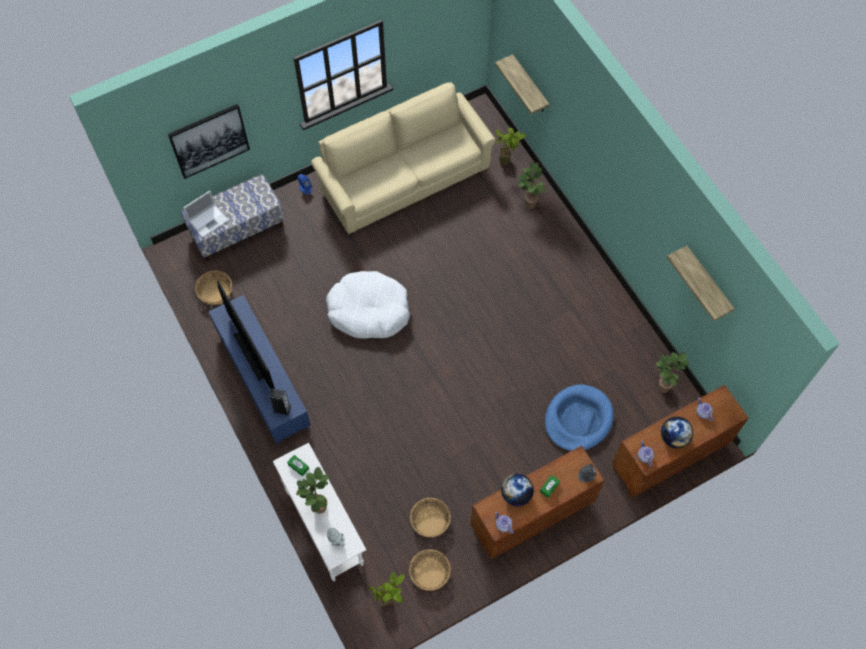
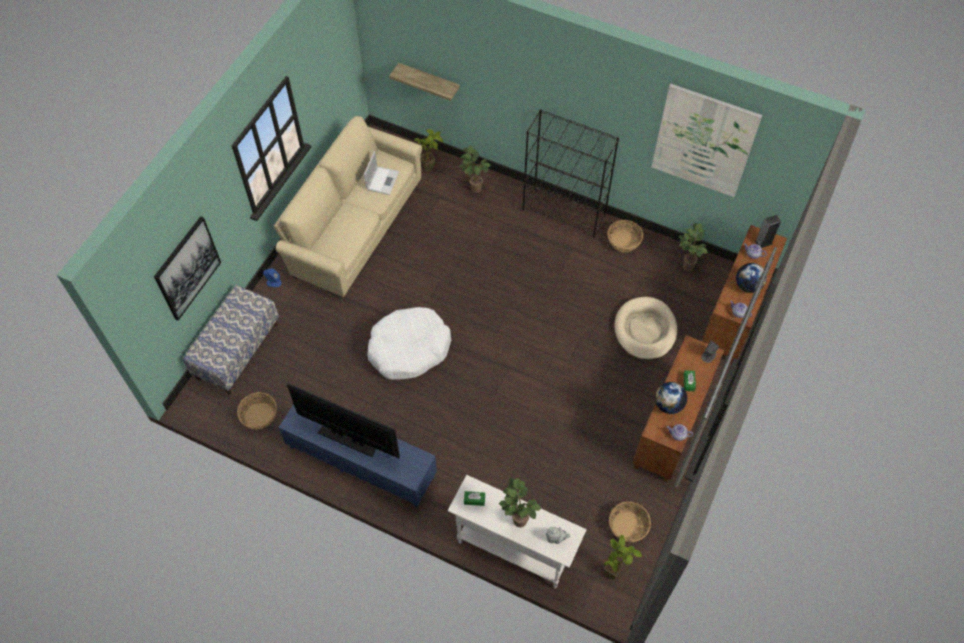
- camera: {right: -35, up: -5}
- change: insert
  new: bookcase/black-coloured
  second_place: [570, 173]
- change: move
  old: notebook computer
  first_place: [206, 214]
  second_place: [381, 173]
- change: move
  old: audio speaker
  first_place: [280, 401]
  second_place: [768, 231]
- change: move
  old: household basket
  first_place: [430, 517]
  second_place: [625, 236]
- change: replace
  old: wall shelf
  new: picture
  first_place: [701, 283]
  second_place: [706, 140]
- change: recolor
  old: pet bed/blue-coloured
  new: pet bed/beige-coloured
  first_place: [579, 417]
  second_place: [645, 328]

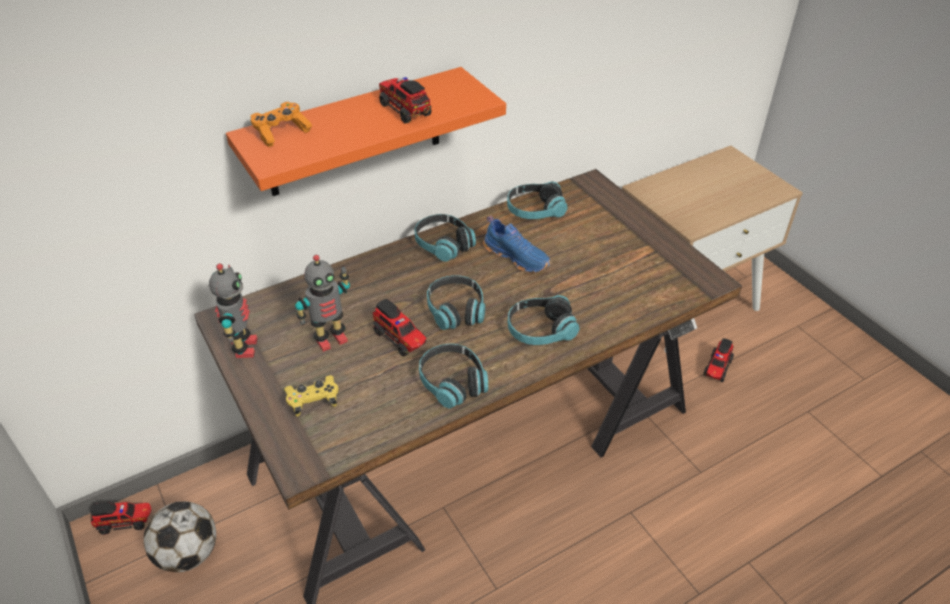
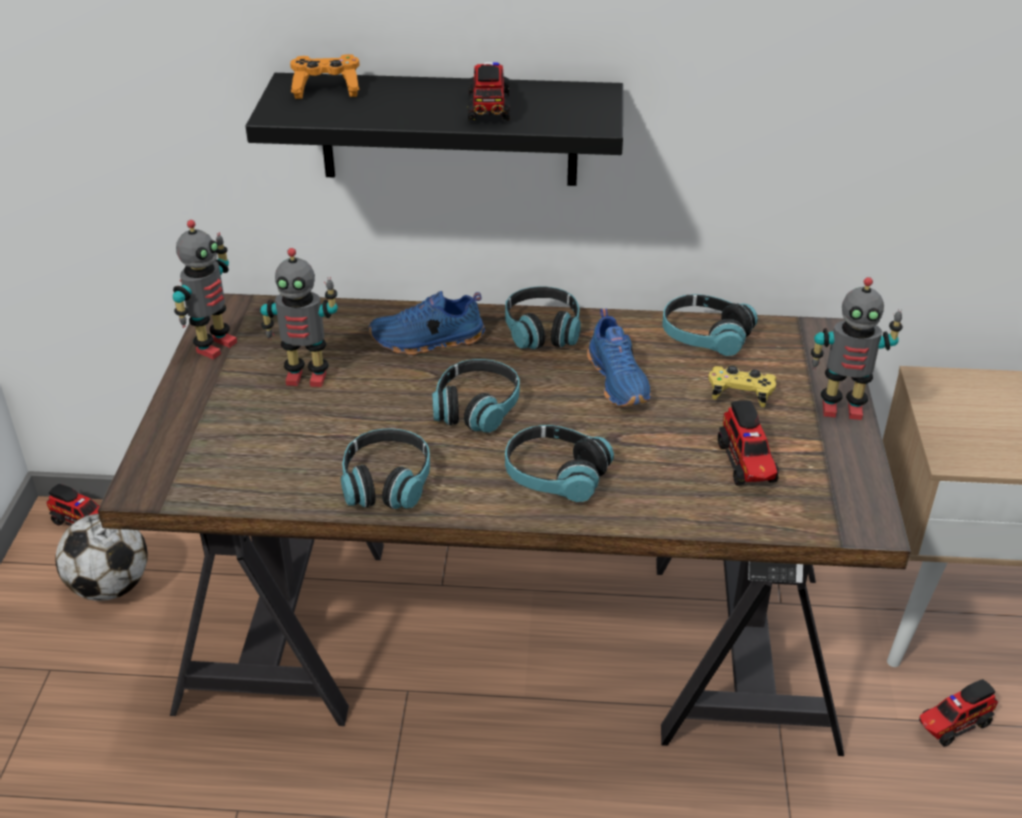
- camera: {right: 35, up: -5}
- change: insert
  new: shoe/blue-coloured
  second_place: [426, 323]
- change: insert
  new: toy robot
  second_place: [857, 348]
- change: move
  old: joypad/yellowish
  first_place: [311, 396]
  second_place: [742, 386]
- change: move
  old: toy lorry
  first_place: [399, 328]
  second_place: [748, 443]
- change: recolor
  old: wall shelf/orangey
  new: wall shelf/black-coloured
  first_place: [366, 131]
  second_place: [434, 129]

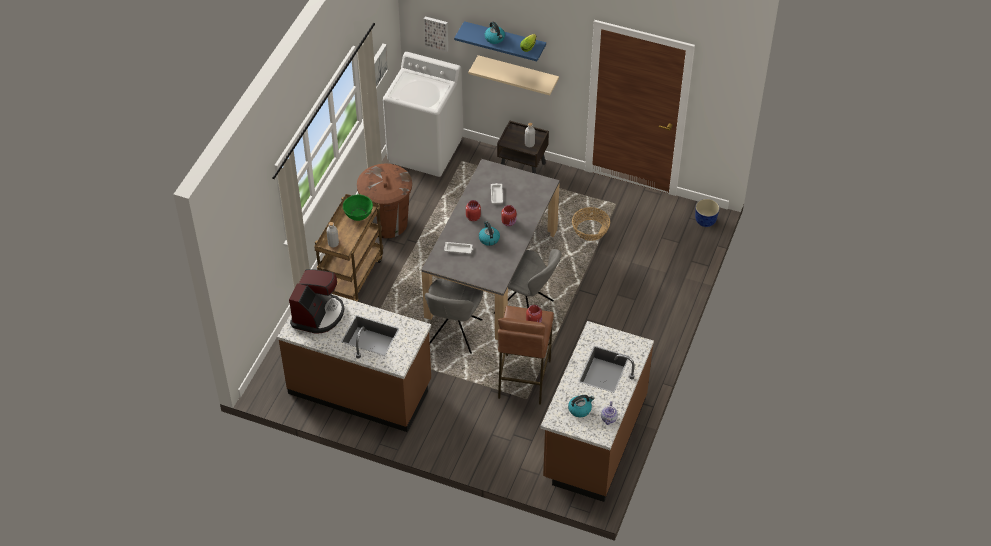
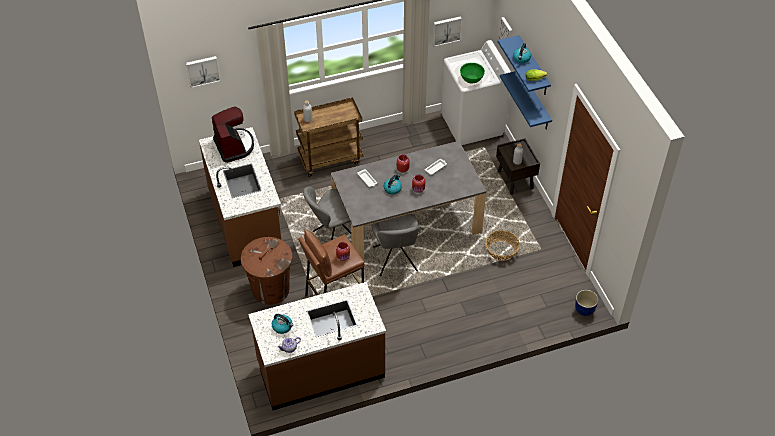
- camera: {right: 50, up: 0}
- change: insert
  new: picture
  second_place: [203, 72]
- change: move
  old: serving bowl/green
  first_place: [358, 208]
  second_place: [472, 73]
- change: move
  old: waste bin/brown
  first_place: [384, 201]
  second_place: [266, 271]
- change: recolor
  old: wall shelf/beige-coloured
  new: wall shelf/blue-coloured
  first_place: [513, 75]
  second_place: [526, 100]
- change: rotate
  old: coffee machine
  first_place: [316, 301]
  second_place: [233, 134]
  degrees: -90

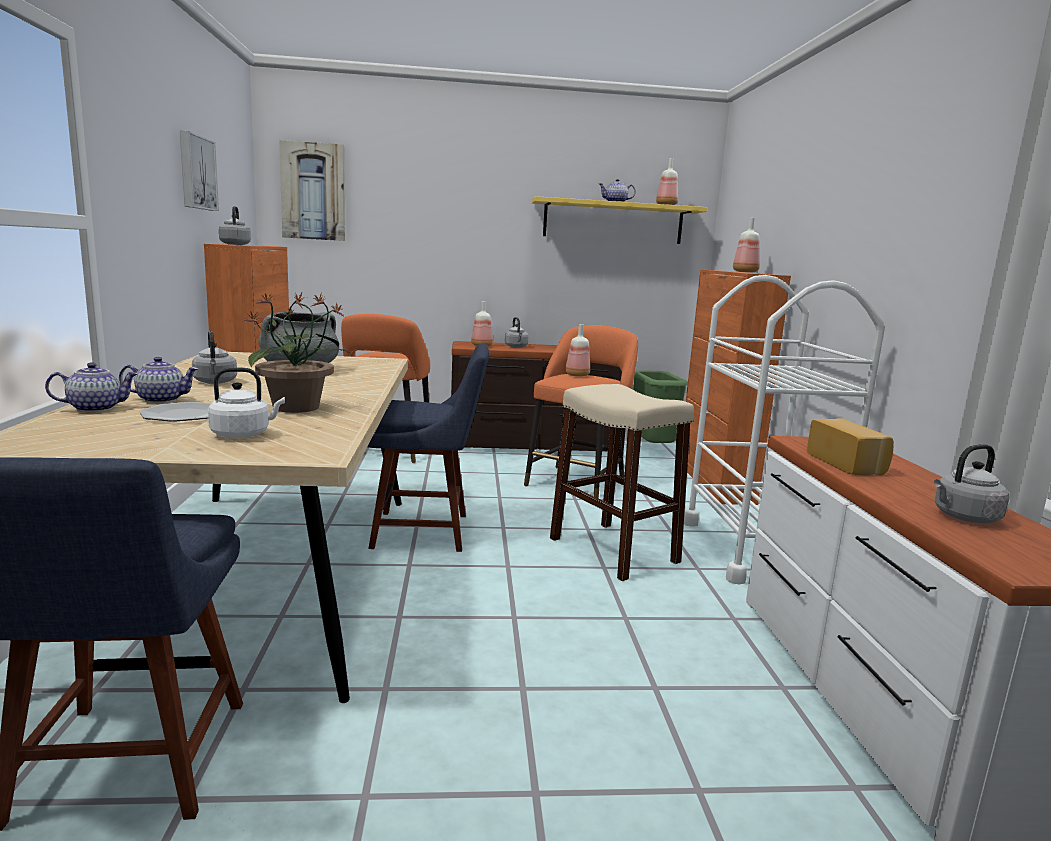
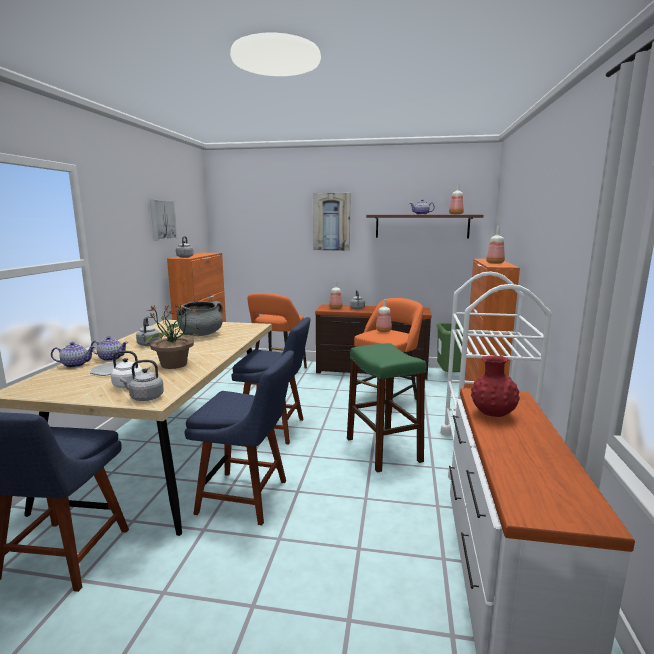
- camera: {right: 15, up: 0}
- change: insert
  new: upright chair/blue-coloured
  second_place: [239, 437]
- change: move
  old: picture
  first_place: [312, 190]
  second_place: [331, 222]
- change: move
  old: water kettle/grey
  first_place: [972, 483]
  second_place: [142, 380]
- change: replace
  old: baked bread
  new: decorative vase/red-coloured
  first_place: [850, 446]
  second_place: [495, 386]
- change: recolor
  old: wall shelf/yellowish
  new: wall shelf/brown
  first_place: [619, 220]
  second_place: [424, 226]
- change: recolor
  old: stool/beige-coloured
  new: stool/green
  first_place: [622, 482]
  second_place: [386, 408]

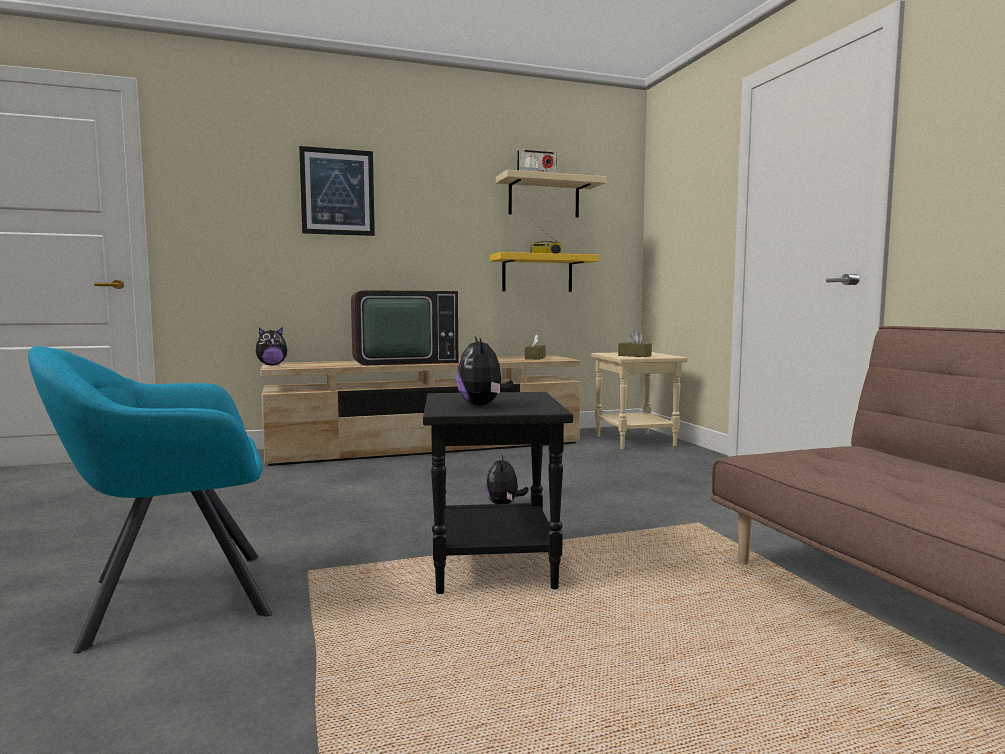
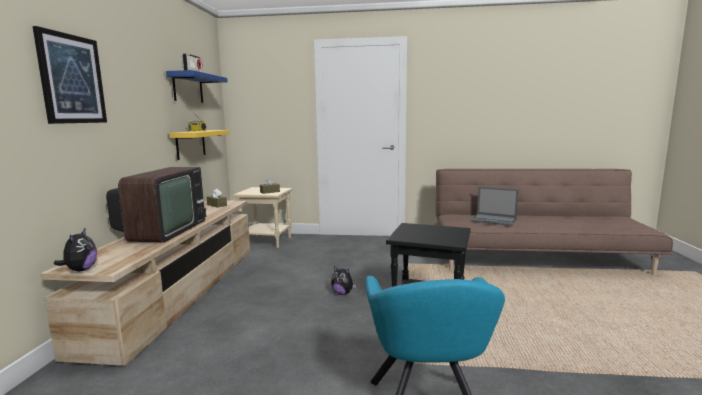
- camera: {right: -65, up: 5}
- change: delete
  old: cuddly toy
  first_place: [484, 371]
- change: insert
  new: notebook computer
  second_place: [495, 206]
- change: recolor
  old: wall shelf/beige-coloured
  new: wall shelf/blue-coloured
  first_place: [551, 193]
  second_place: [197, 86]

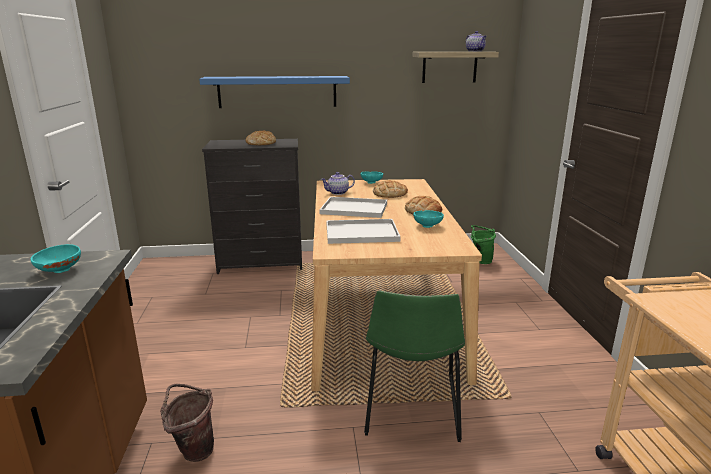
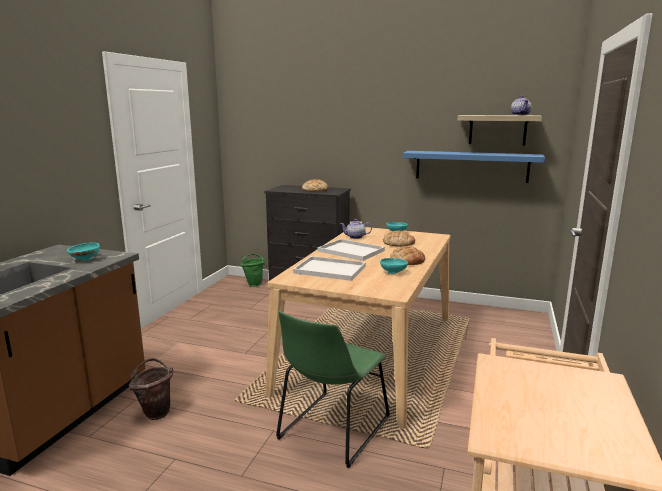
- camera: {right: 25, up: -5}
- change: move
  old: wall shelf/blue-coloured
  first_place: [274, 92]
  second_place: [474, 167]
- change: move
  old: pail/green
  first_place: [483, 244]
  second_place: [252, 270]

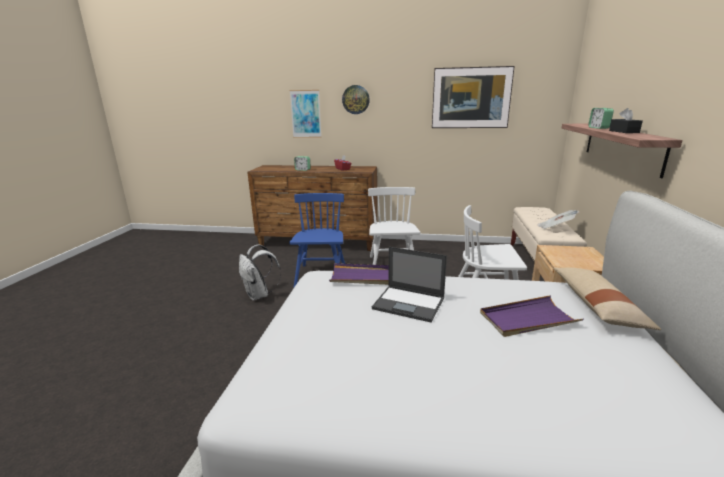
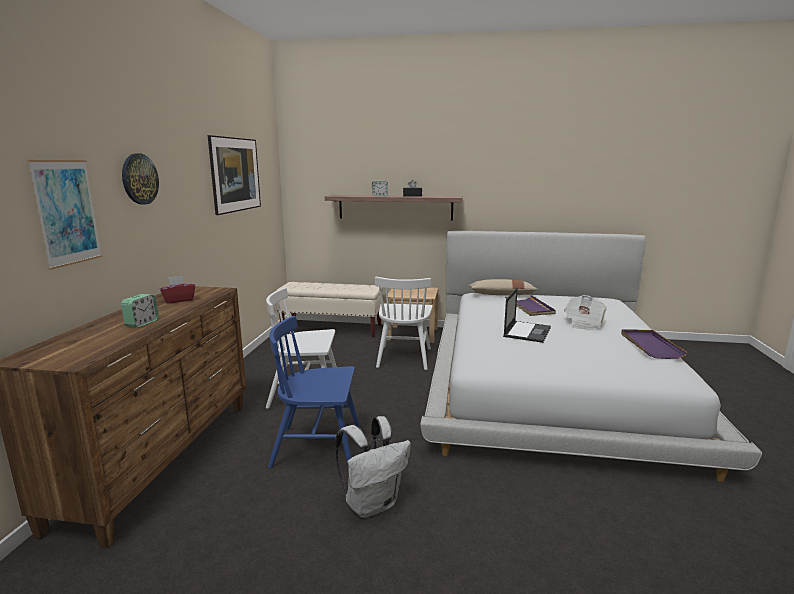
- camera: {right: -90, up: -5}
- change: move
  old: tray/purple-coloured
  first_place: [359, 274]
  second_place: [654, 344]
- change: move
  old: printed paper
  first_place: [558, 219]
  second_place: [585, 312]

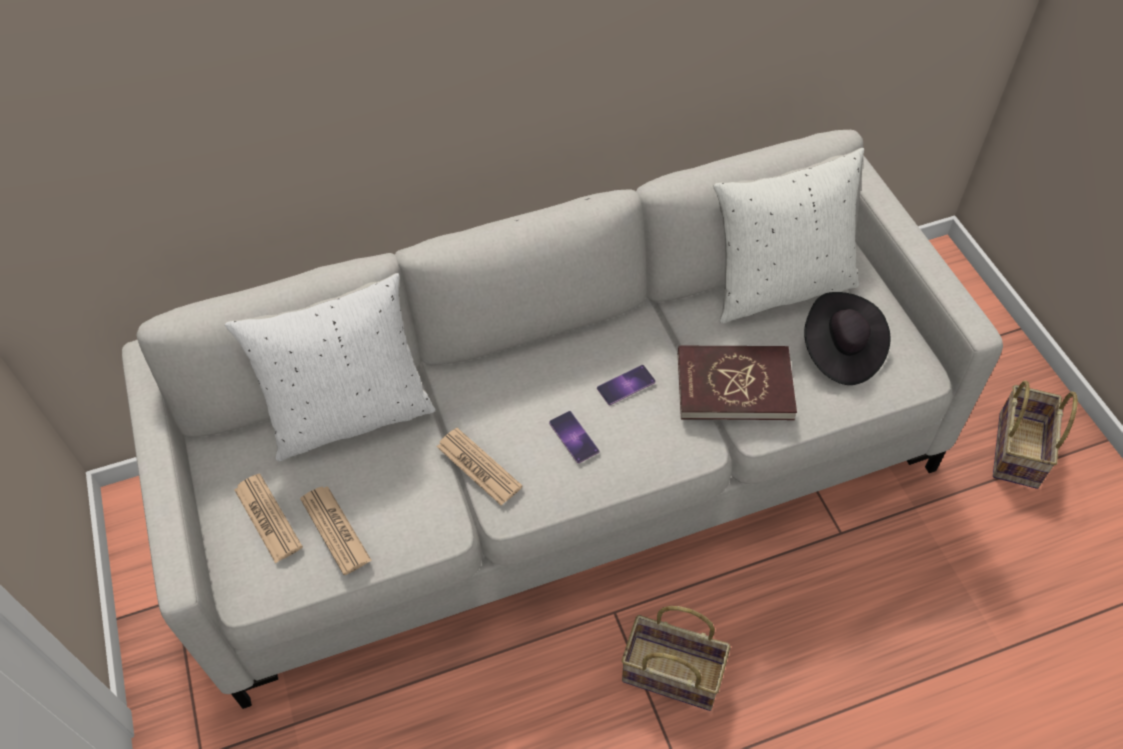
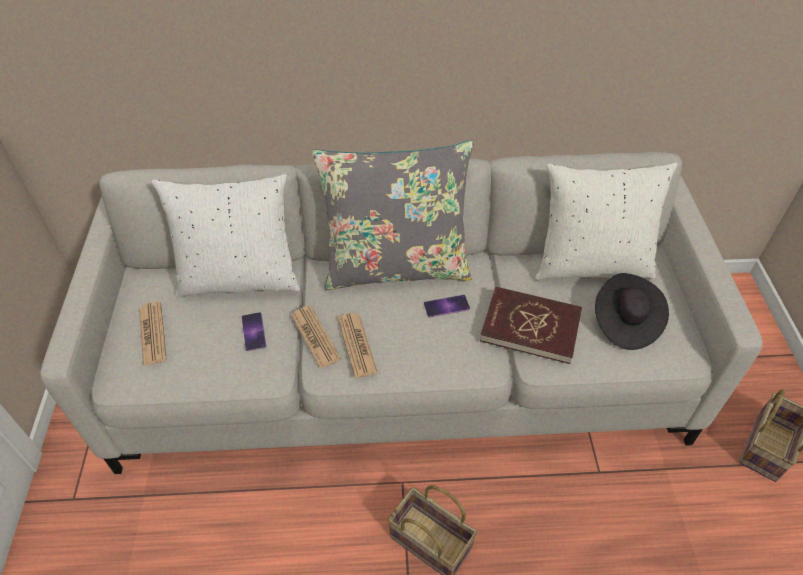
- camera: {right: 15, up: -5}
- change: insert
  new: pillow/grey
  second_place: [393, 215]
- change: move
  old: printed paper
  first_place: [336, 530]
  second_place: [358, 345]
- change: move
  old: handset
  first_place: [574, 437]
  second_place: [253, 331]

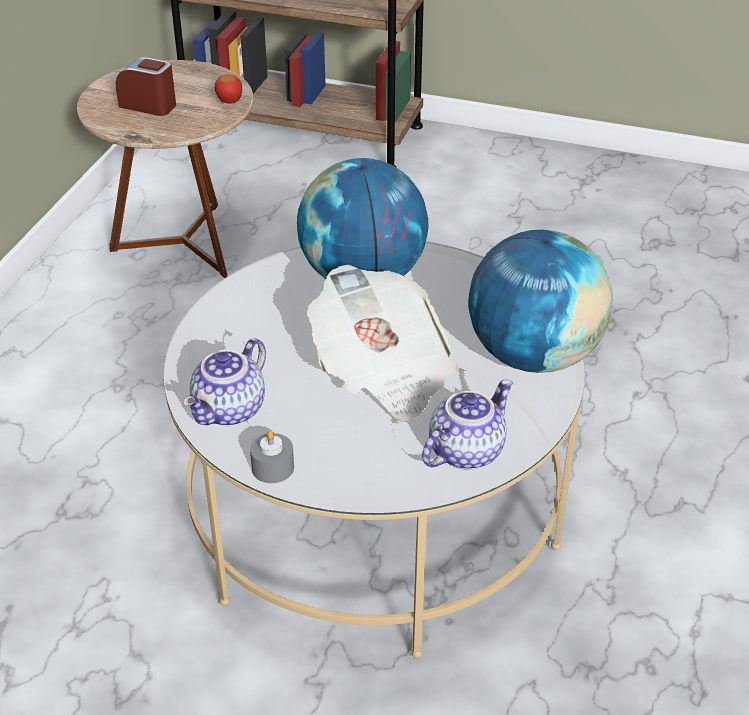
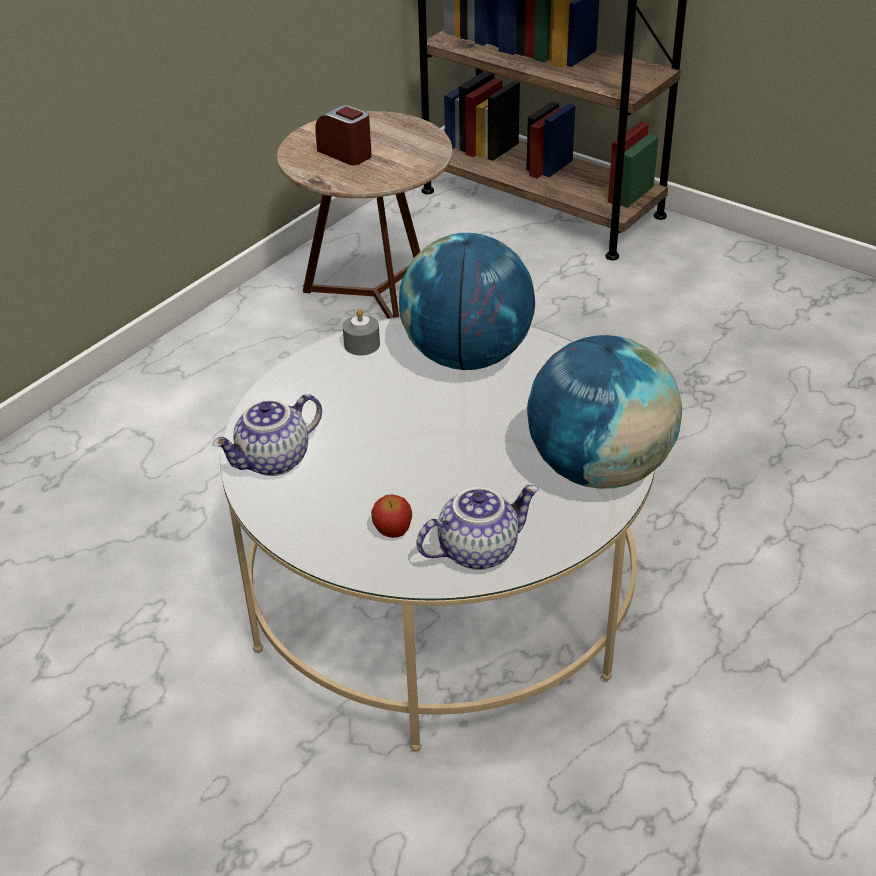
- camera: {right: 20, up: 0}
- change: delete
  old: printed paper
  first_place: [382, 343]
- change: move
  old: whole apple
  first_place: [228, 89]
  second_place: [391, 516]
- change: move
  old: candle/grey
  first_place: [272, 456]
  second_place: [361, 332]

